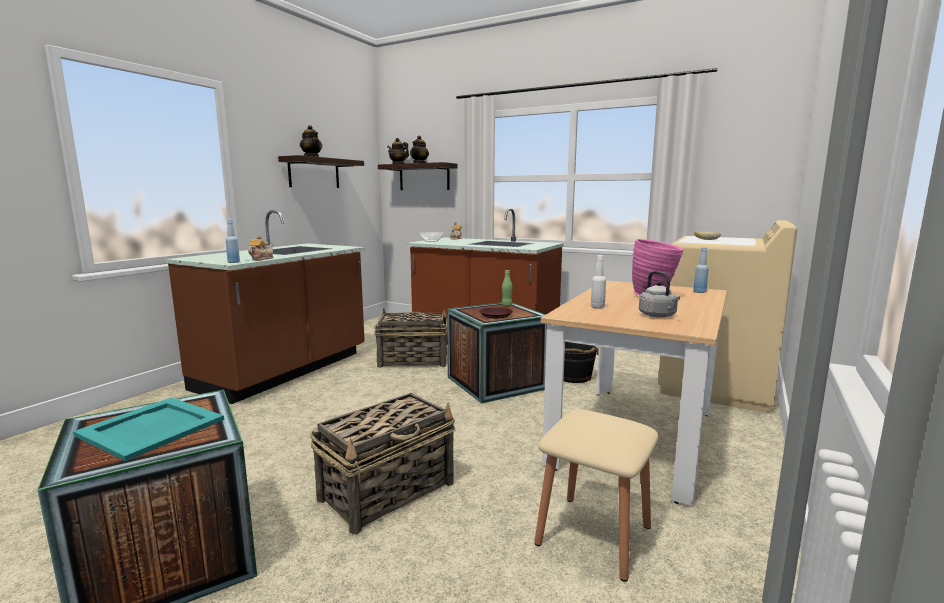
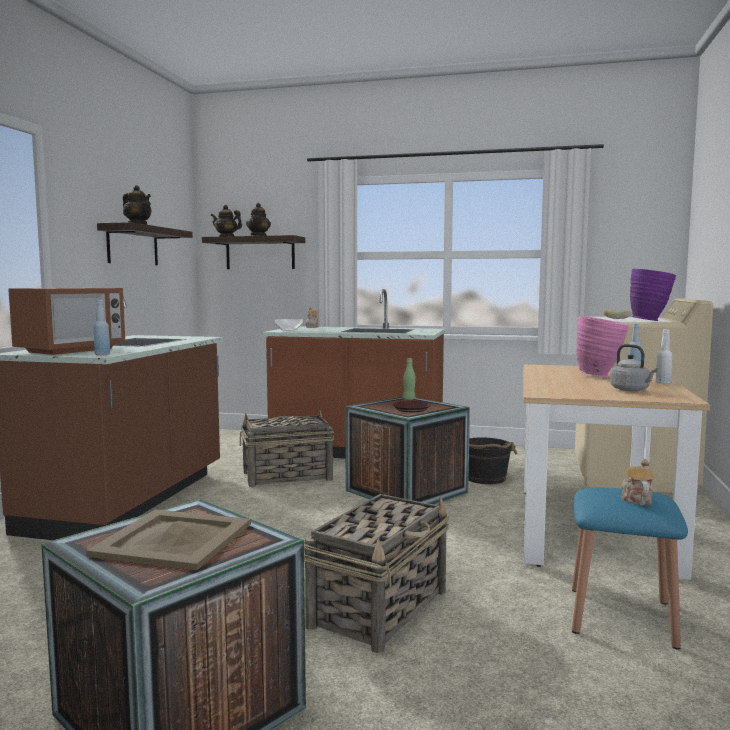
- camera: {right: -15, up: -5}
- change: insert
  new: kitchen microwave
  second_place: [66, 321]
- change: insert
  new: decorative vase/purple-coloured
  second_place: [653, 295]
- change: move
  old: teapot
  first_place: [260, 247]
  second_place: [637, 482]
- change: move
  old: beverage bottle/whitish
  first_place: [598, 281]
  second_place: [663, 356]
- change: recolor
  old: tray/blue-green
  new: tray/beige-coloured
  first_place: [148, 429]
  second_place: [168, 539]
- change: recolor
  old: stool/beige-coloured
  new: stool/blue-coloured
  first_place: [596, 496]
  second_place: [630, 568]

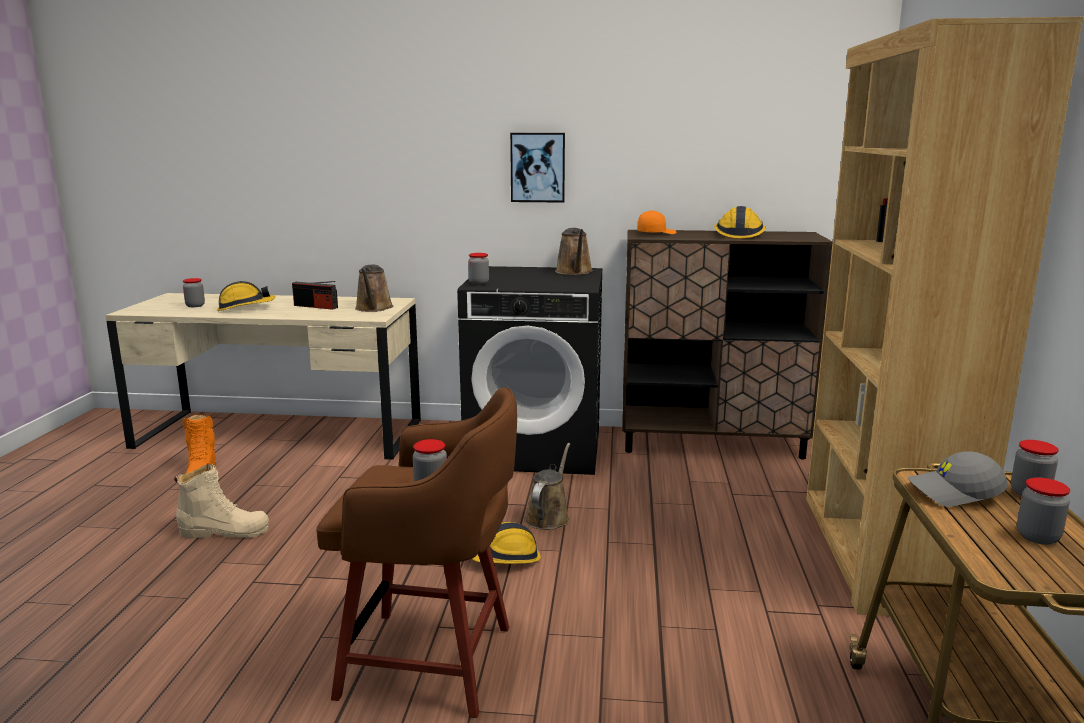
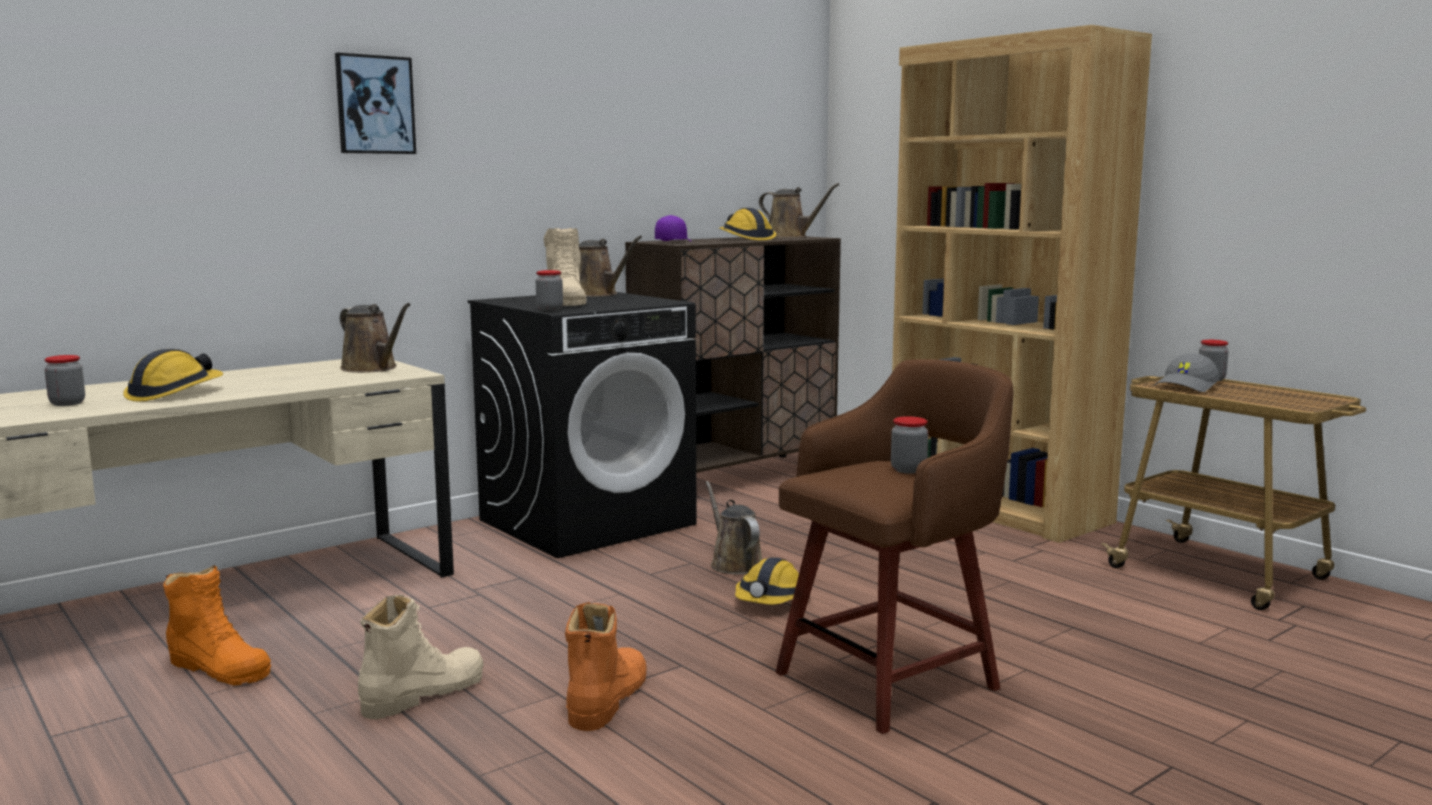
- camera: {right: -45, up: -5}
- change: delete
  old: radio receiver
  first_place: [315, 295]
- change: delete
  old: storage jar
  first_place: [1043, 511]
- change: insert
  new: high-top boot/beige-coloured
  second_place: [565, 267]
- change: insert
  new: high-top boot/orangey
  second_place: [606, 666]
- change: insert
  new: sprinkling can/brown
  second_place: [799, 210]
- change: move
  old: picture
  first_place: [537, 168]
  second_place: [375, 103]
- change: recolor
  old: cap/orangey
  new: cap/purple-coloured
  first_place: [656, 222]
  second_place: [673, 228]

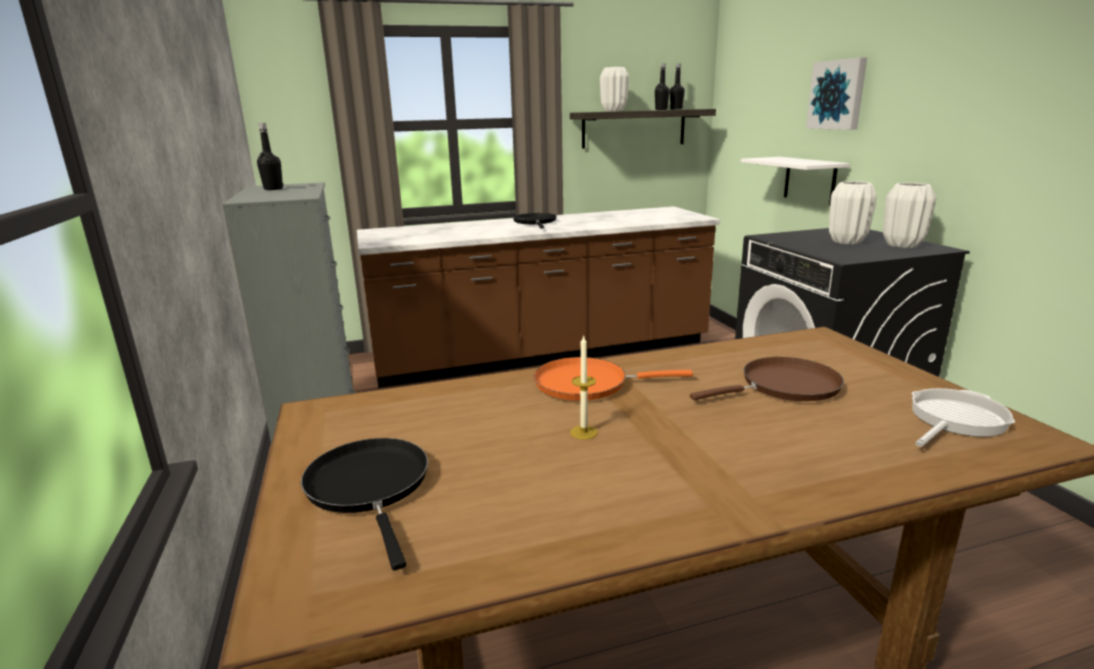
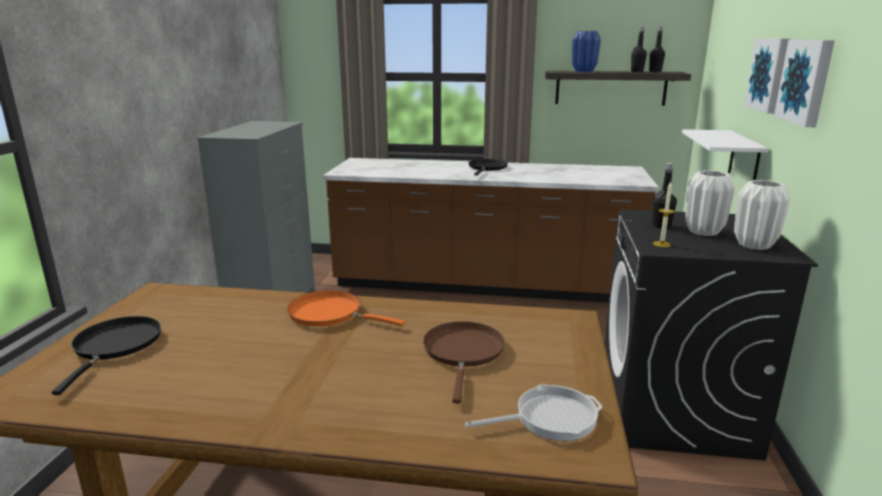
- camera: {right: 25, up: 0}
- change: insert
  new: picture
  second_place: [804, 83]
- change: move
  old: beverage bottle/black-coloured
  first_place: [270, 156]
  second_place: [664, 195]
- change: move
  old: candle
  first_place: [584, 388]
  second_place: [664, 214]
- change: recolor
  old: decorative vase/whitish
  new: decorative vase/blue-coloured
  first_place: [614, 89]
  second_place: [586, 51]
- change: rotate
  old: skillet/brown
  first_place: [767, 379]
  second_place: [464, 362]
  degrees: -90

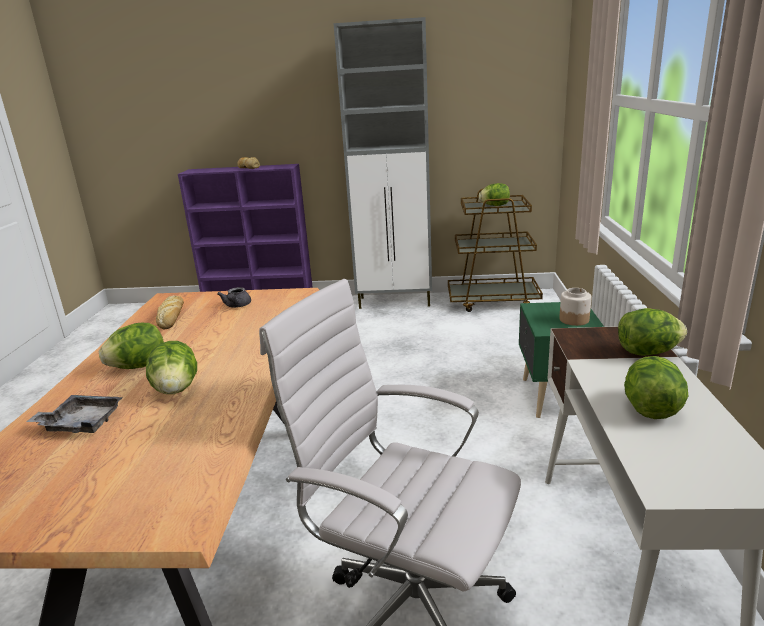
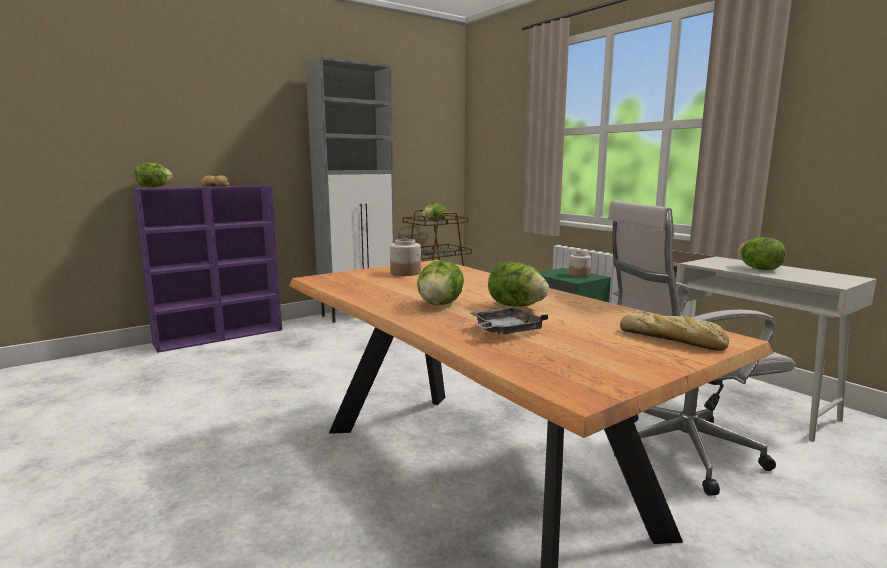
- camera: {right: -40, up: -10}
- change: move
  old: baked bread
  first_place: [170, 312]
  second_place: [674, 331]
- change: move
  old: head of lettuce
  first_place: [652, 332]
  second_place: [153, 175]
- change: replace
  old: teapot/grey
  new: storage jar
  first_place: [234, 297]
  second_place: [405, 257]

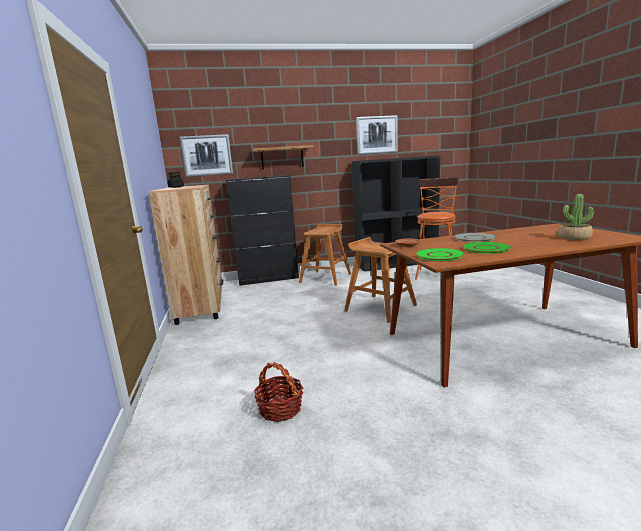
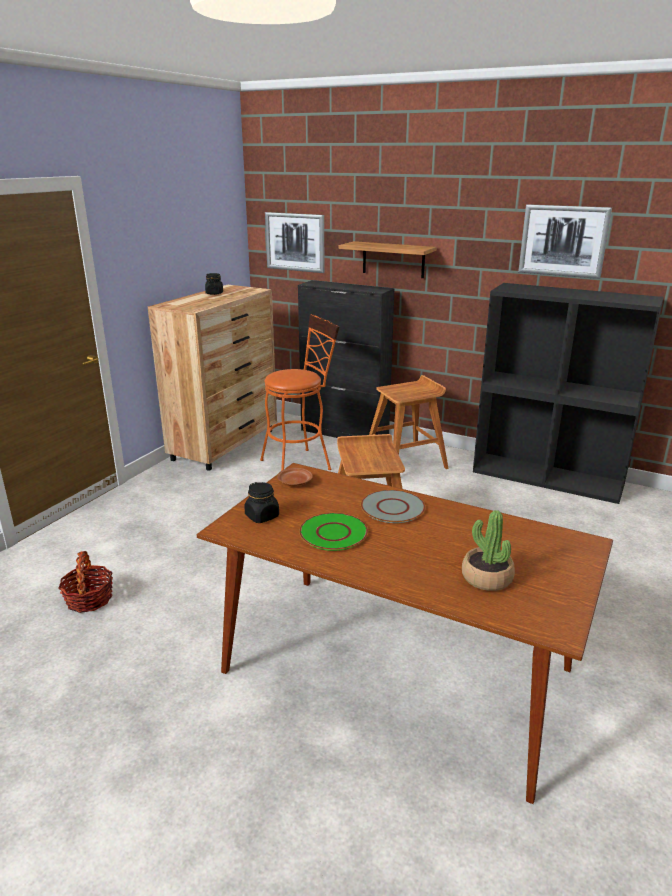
- camera: {right: 40, up: 10}
- change: move
  old: stool/orangey
  first_place: [436, 228]
  second_place: [299, 392]
- change: replace
  old: plate/green
  new: storage jar/black-coloured
  first_place: [440, 254]
  second_place: [261, 502]

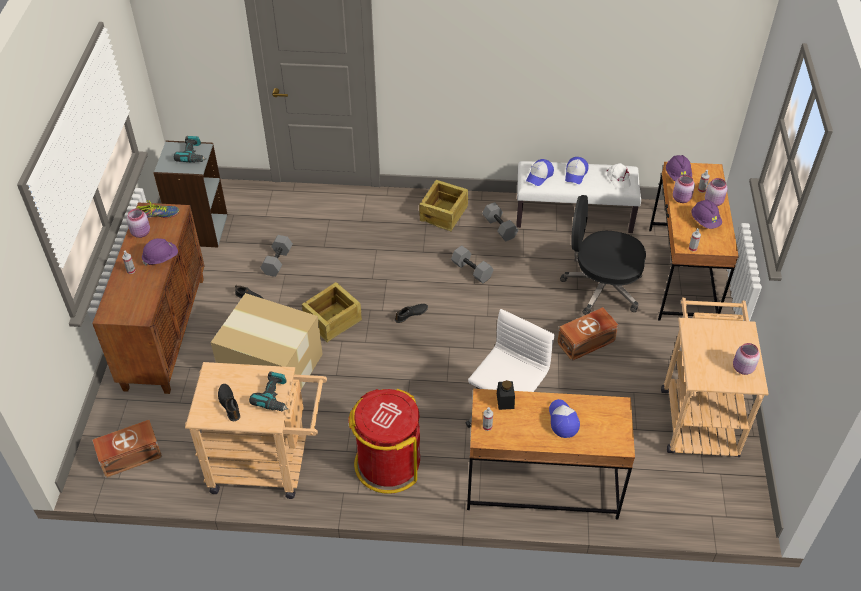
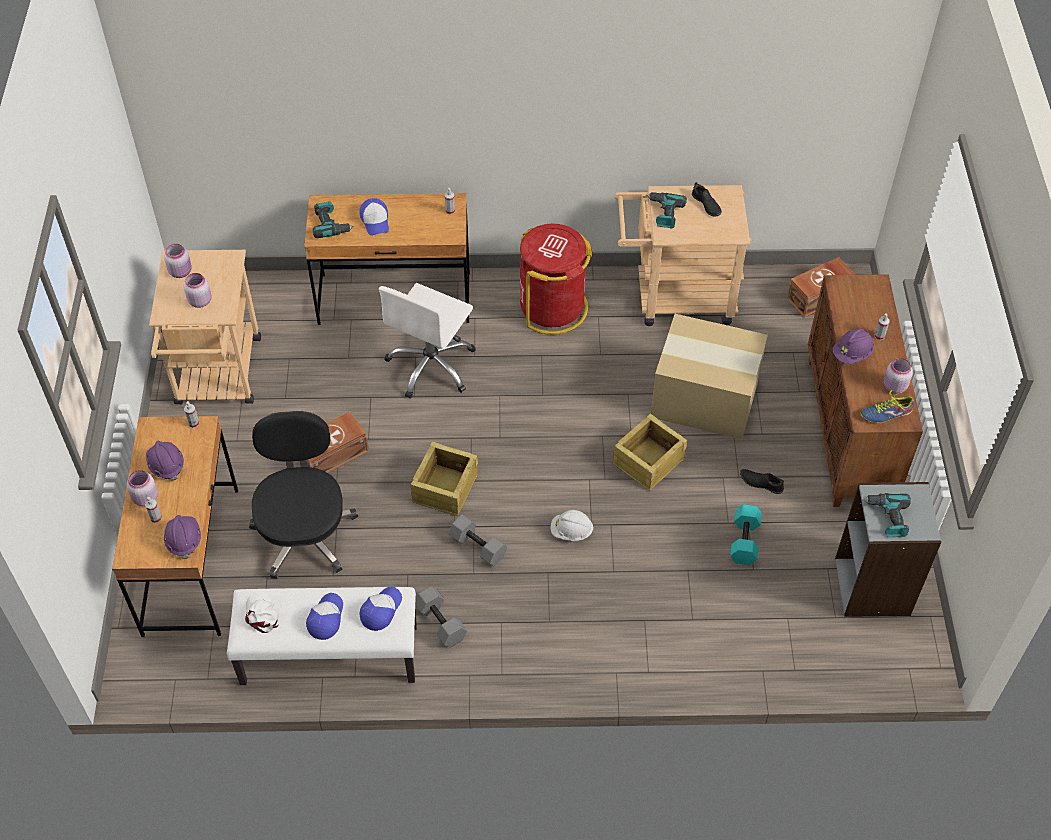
- camera: {right: 175, up: 5}
- change: delete
  old: shoe/black-coloured
  first_place: [411, 313]
- change: delete
  old: storage jar/black-coloured
  first_place: [506, 395]
- change: insert
  new: electric drill
  second_place: [333, 219]
- change: insert
  new: hard hat/whitish
  second_place: [572, 525]
- change: move
  old: packing crate
  first_place: [443, 206]
  second_place: [444, 478]
- change: move
  old: storage jar/pink
  first_place: [684, 189]
  second_place: [197, 290]
- change: recolor
  old: hand weight/grey
  new: hand weight/blue-green
  first_place: [276, 256]
  second_place: [746, 534]
- change: rotate
  old: office chair/black-coloured
  first_place: [603, 255]
  second_place: [303, 495]
  degrees: -105

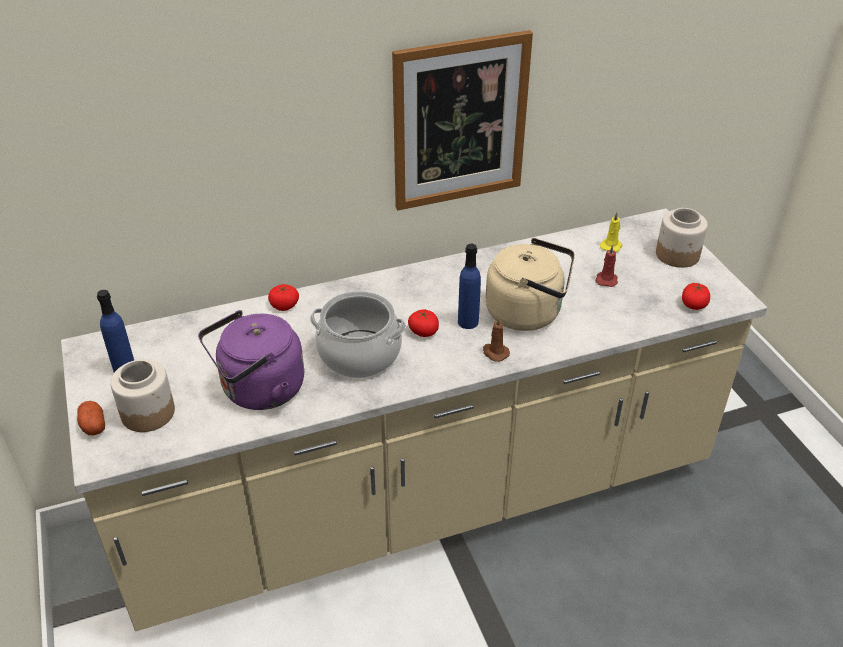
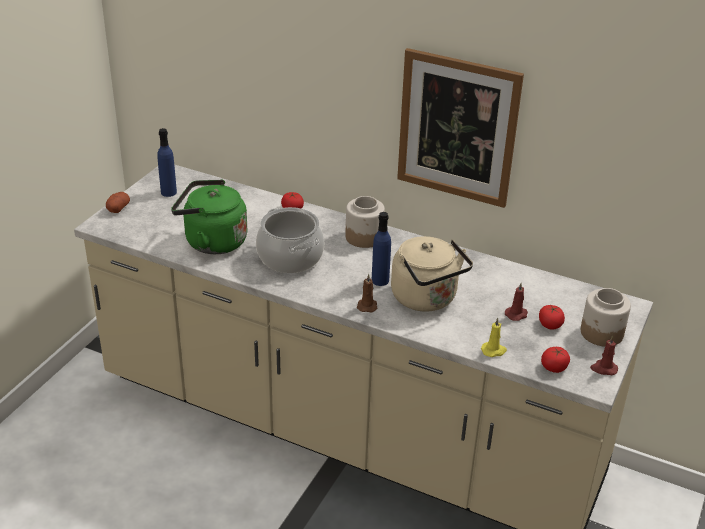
- camera: {right: 45, up: -5}
- change: insert
  new: candle/red-coloured
  second_place: [604, 355]
- change: move
  old: storage jar
  first_place: [142, 395]
  second_place: [365, 222]
- change: move
  old: fresh tomato
  first_place: [423, 323]
  second_place: [552, 317]
- change: move
  old: candle/yellowish
  first_place: [611, 232]
  second_place: [494, 337]
- change: recolor
  old: water kettle/purple-coloured
  new: water kettle/green
  first_place: [251, 360]
  second_place: [209, 217]

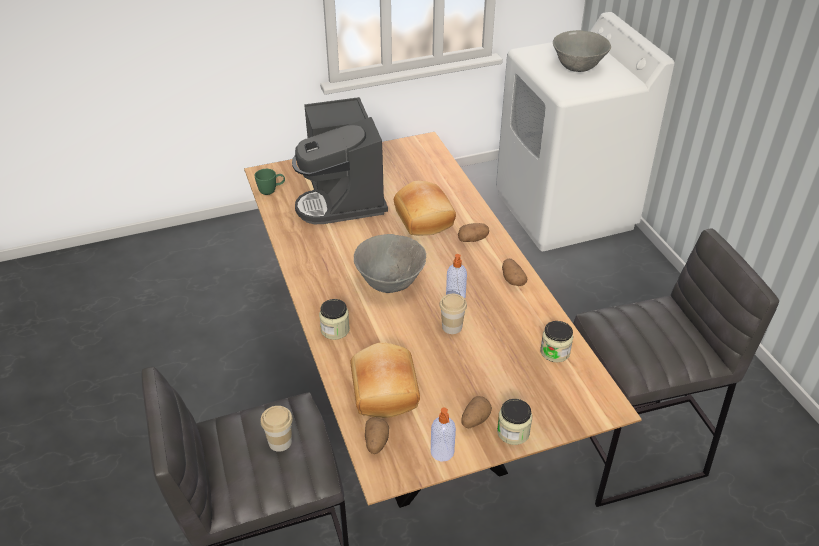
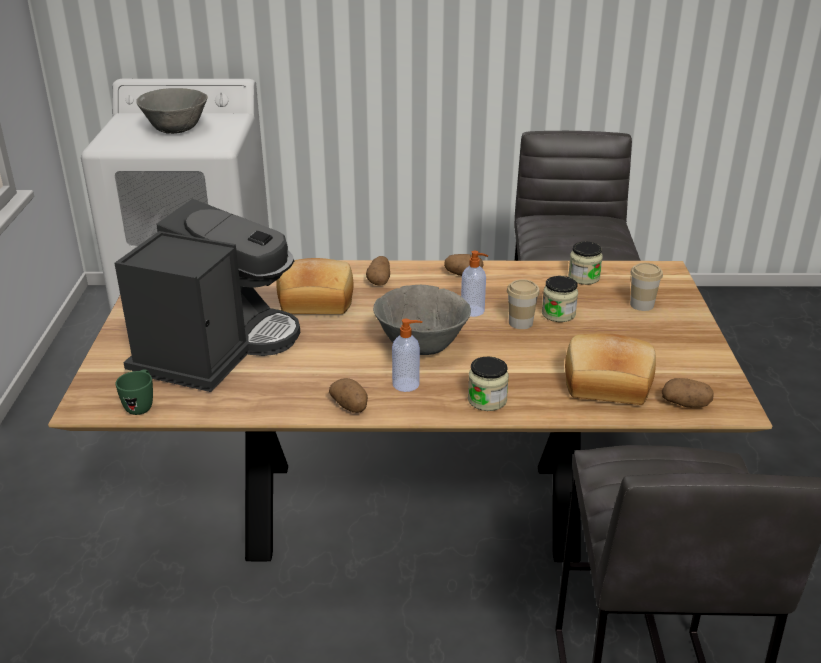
- camera: {right: -70, up: -10}
- change: move
  old: small cup
  first_place: [276, 429]
  second_place: [646, 287]
- change: move
  old: liquid soap bottle
  first_place: [443, 435]
  second_place: [407, 355]
- change: move
  old: whole potato
  first_place: [476, 412]
  second_place: [348, 395]
- change: move
  old: storage jar
  first_place: [514, 422]
  second_place: [560, 299]
- change: rotate
  old: coffee machine
  first_place: [340, 161]
  second_place: [207, 295]
  degrees: -75

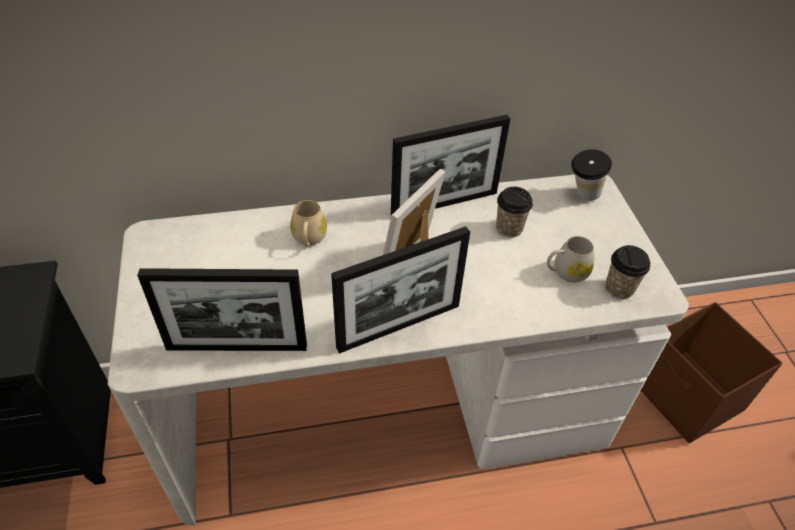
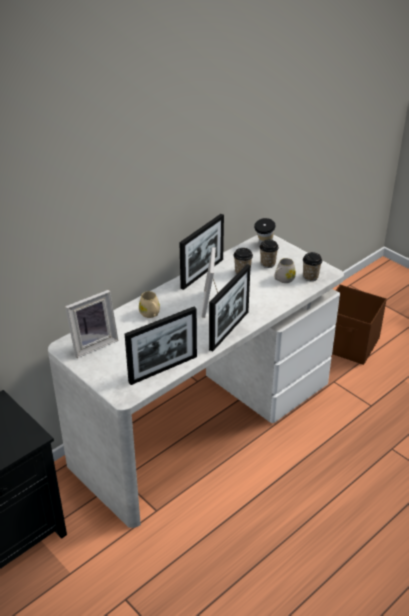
- camera: {right: -30, up: -10}
- change: insert
  new: picture frame
  second_place: [92, 324]
- change: insert
  new: small cup
  second_place: [269, 254]

